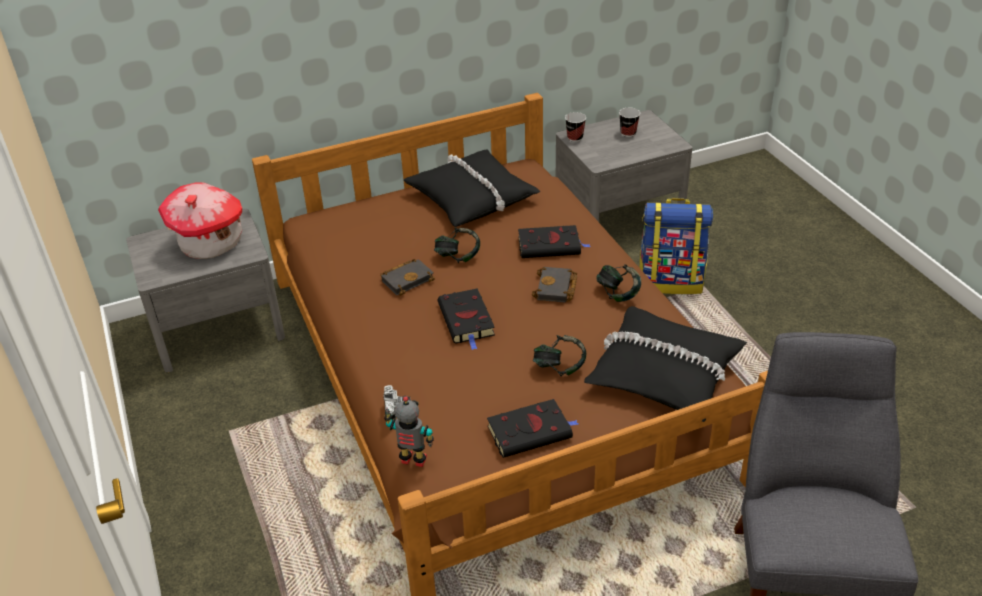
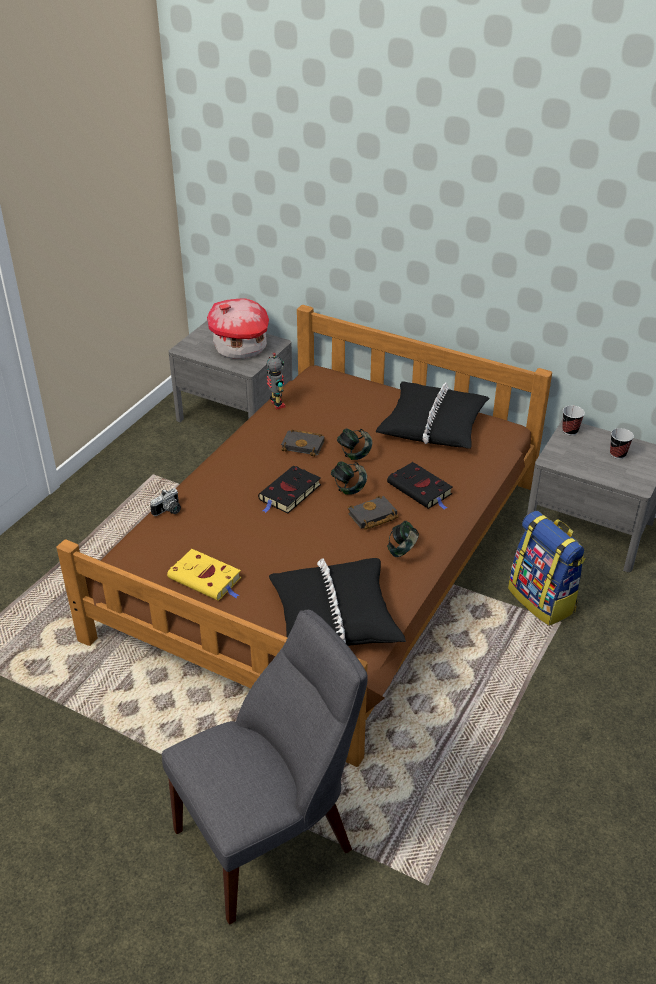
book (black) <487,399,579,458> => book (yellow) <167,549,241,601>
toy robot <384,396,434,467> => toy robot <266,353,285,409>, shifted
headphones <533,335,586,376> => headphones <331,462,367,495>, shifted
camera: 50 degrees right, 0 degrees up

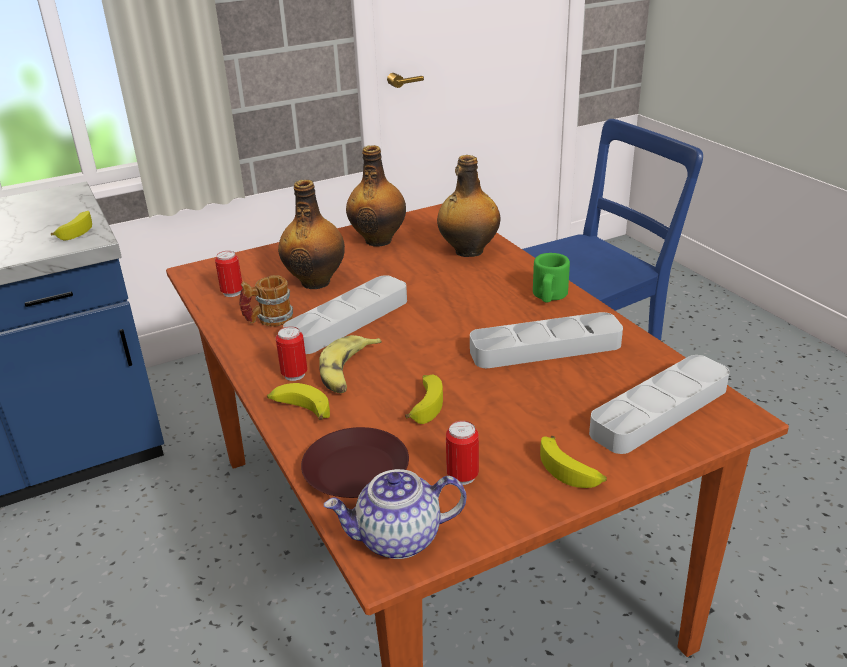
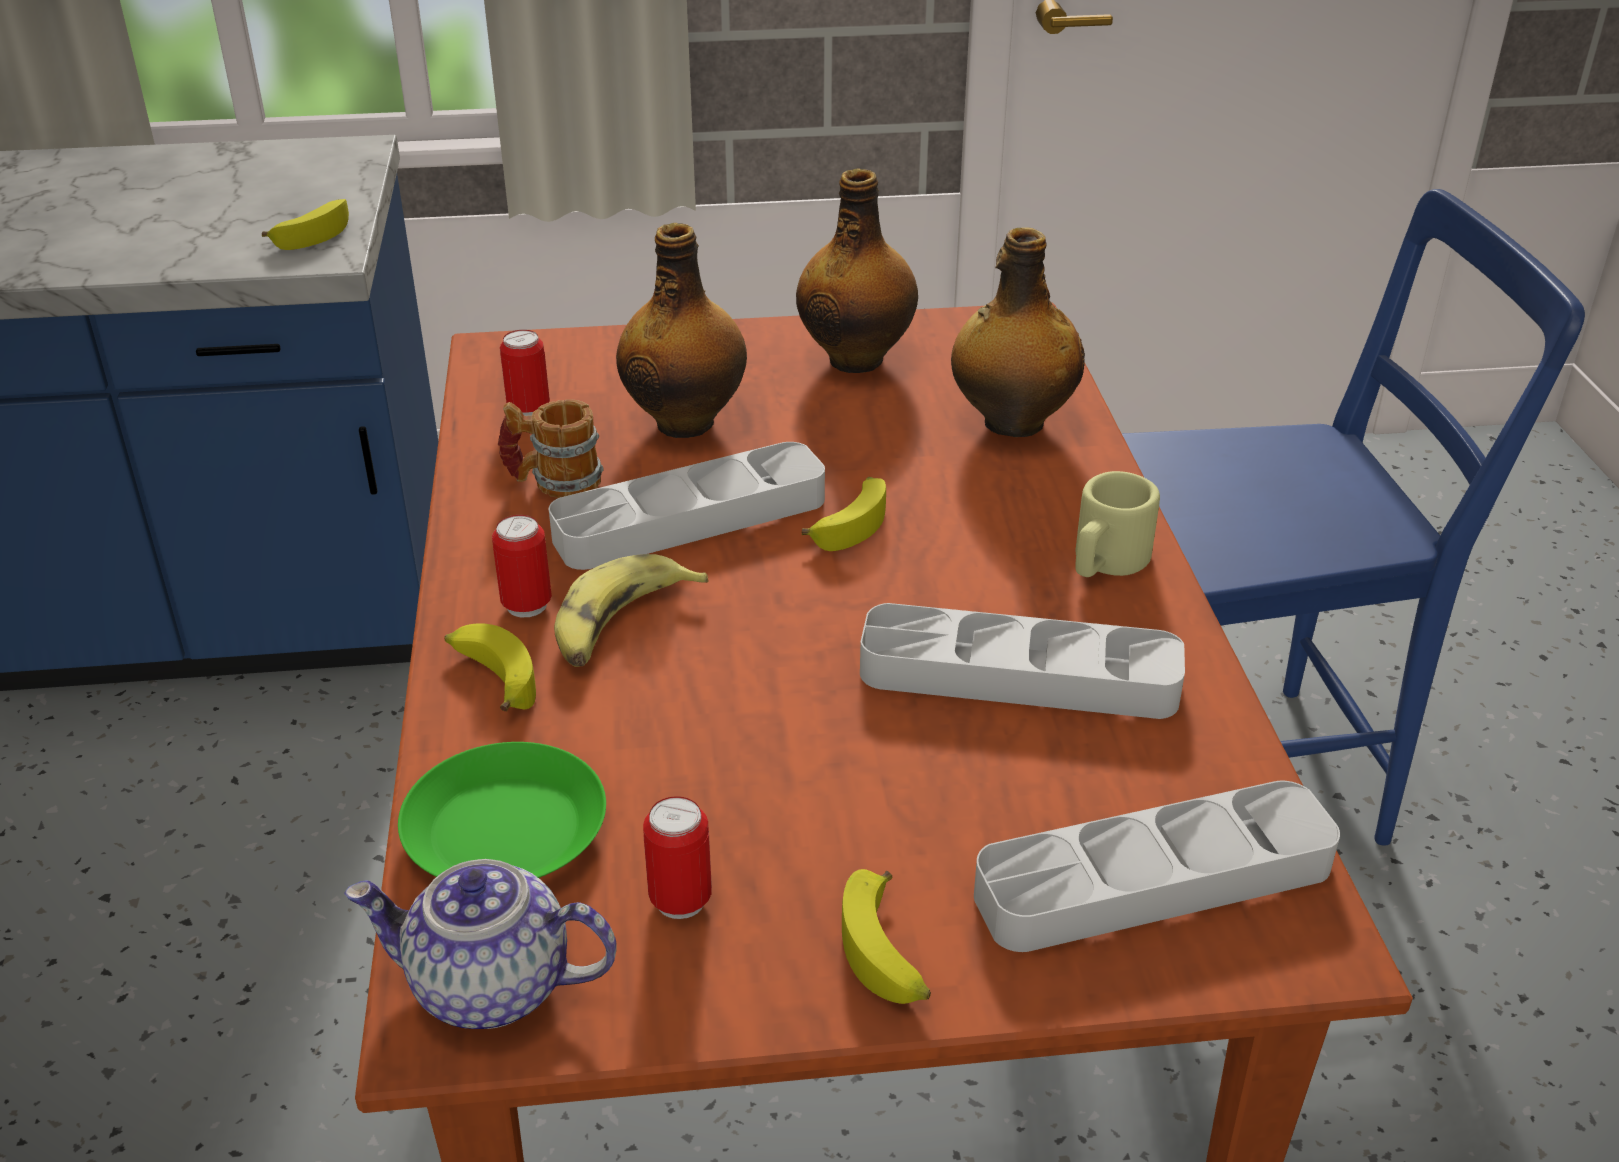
plate (brown) <301,427,409,498> => plate (green) <398,742,606,878>
banana <405,375,443,424> => banana <802,477,886,551>, shifted
mug (green) <533,253,570,302> => mug (beige) <1075,471,1160,577>
camera: 20 degrees right, 5 degrees up

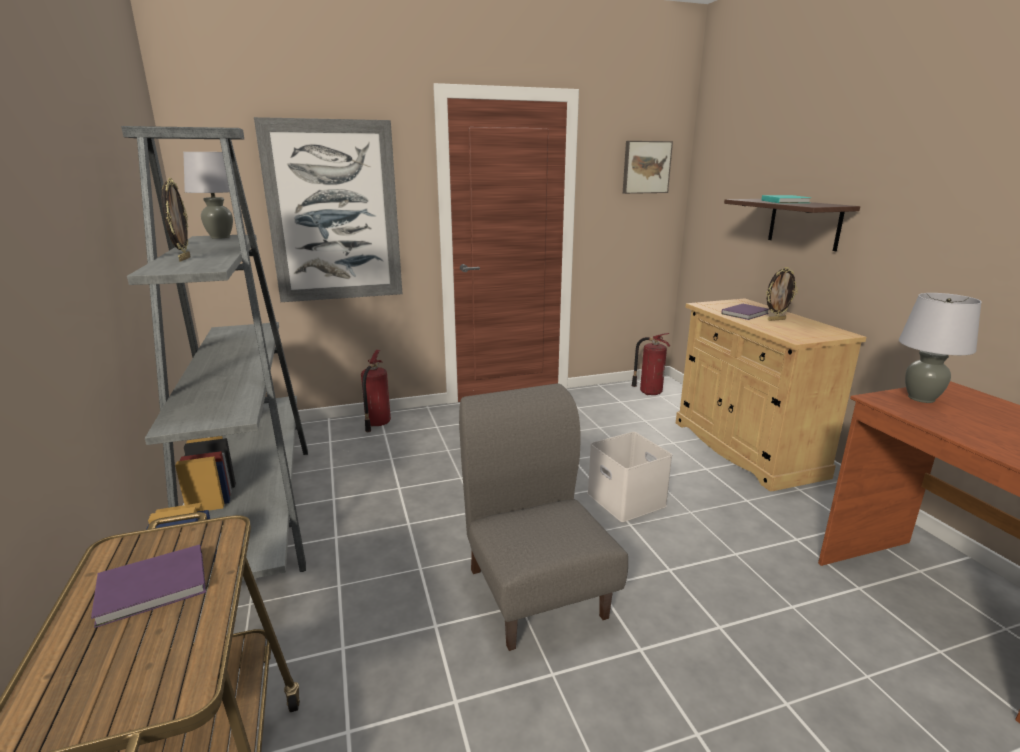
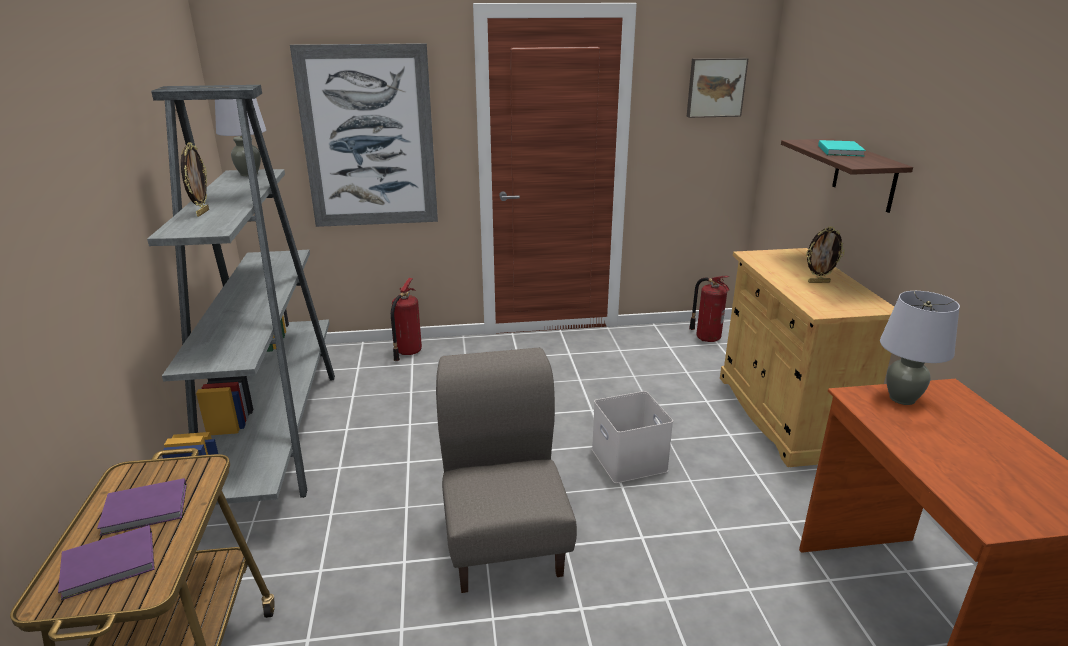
book (purple) <721,304,769,320> => book (purple) <58,525,155,600>, shifted
camera: 10 degrees right, 5 degrees up

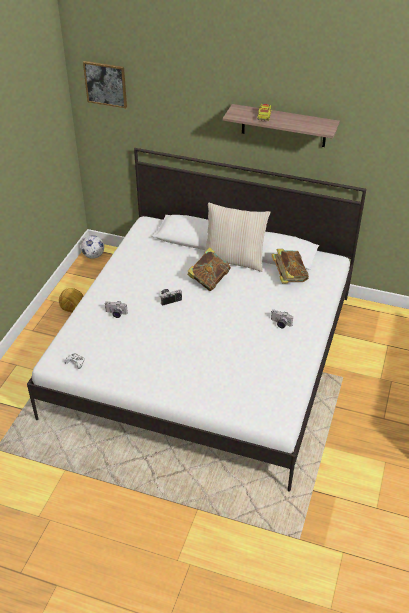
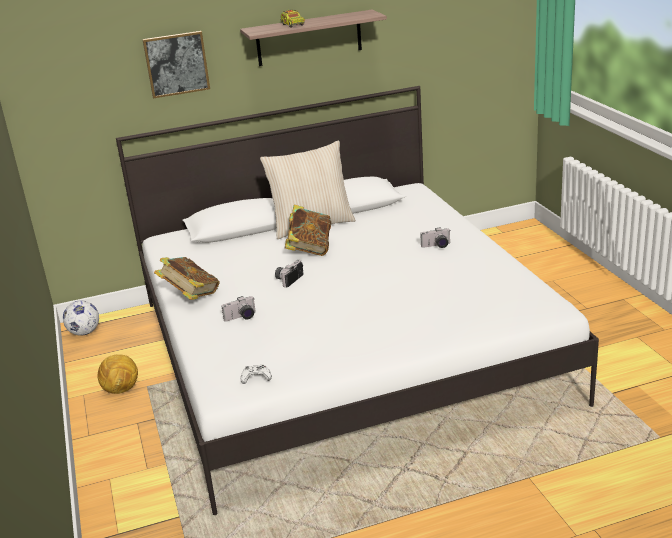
picture <83,61,127,108> => picture <142,31,210,99>, shifted
book <272,249,309,283> => book <154,257,220,300>, shifted
camera: 35 degrees left, 15 degrees down

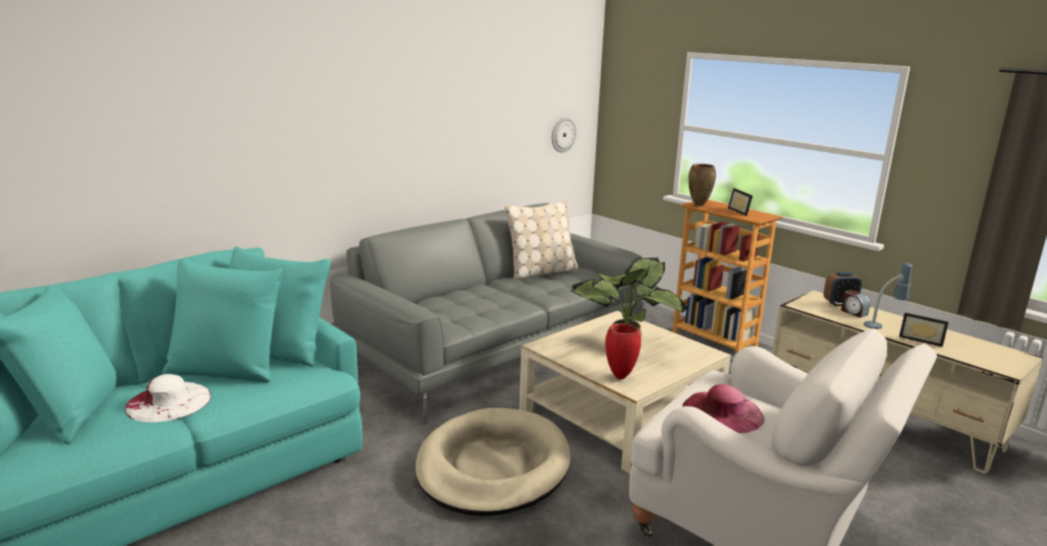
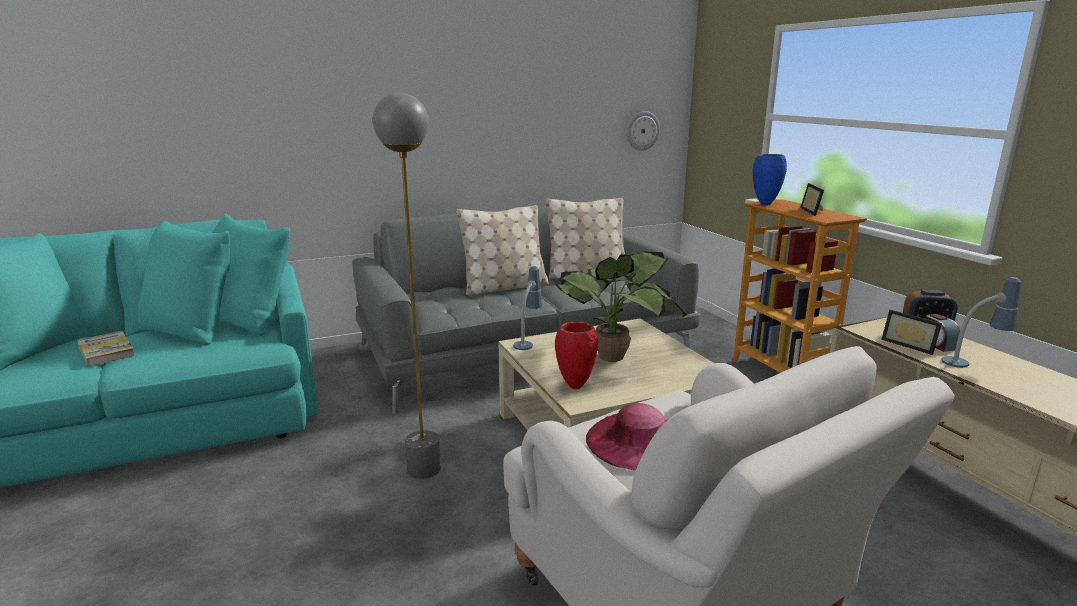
hat (white) <125,374,211,422> => book <77,331,135,366>
dog bed (beige) <415,408,571,516> => floor lamp (grey) <373,93,441,479>
nothing => pillow (beige) <456,205,549,296>
nothing => table lamp <513,266,542,350>
vase (brown) <688,164,716,206> => vase (blue) <752,154,787,205>
picture frame <899,313,949,347> => picture frame <881,310,942,355>, shifted
camera: 20 degrees right, 0 degrees up

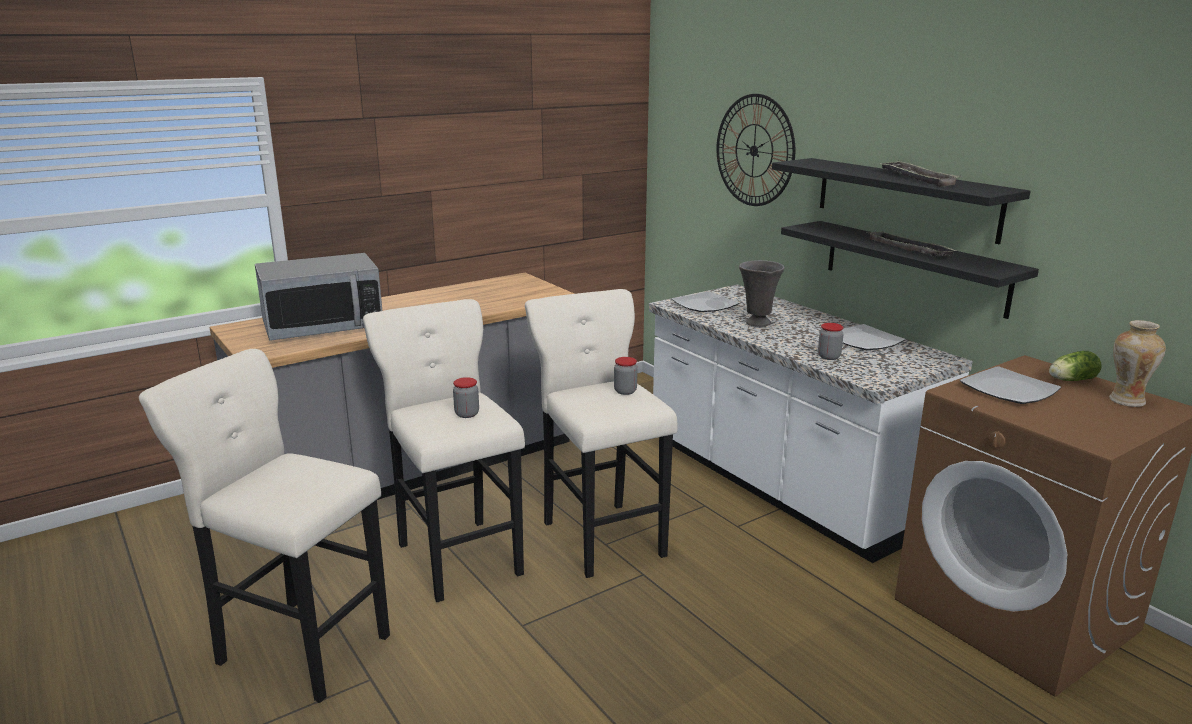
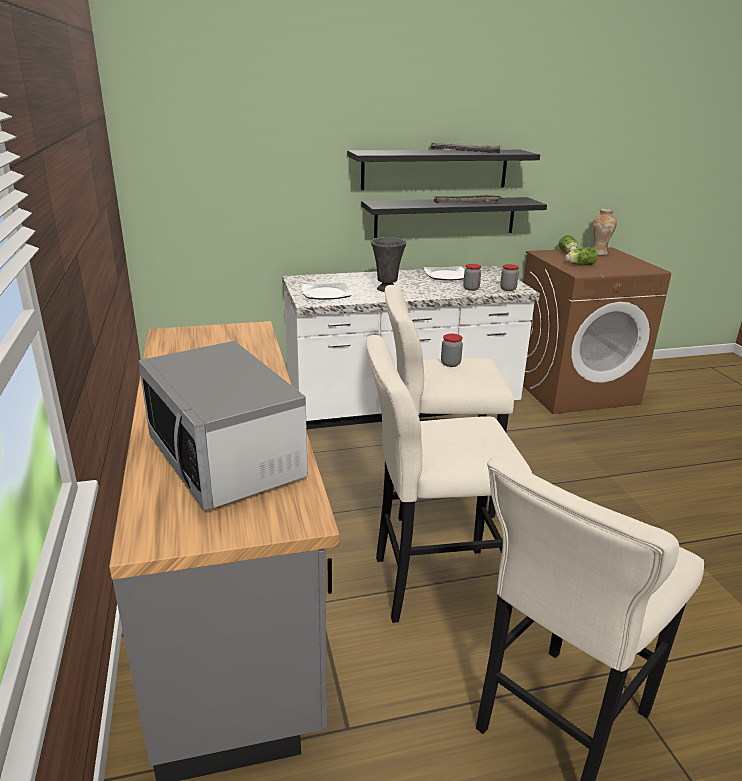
microwave <255,253,382,341> => microwave <138,341,308,511>, 150 degrees clockwise
jar <453,377,479,418> => jar <500,264,519,291>, shifted
plate <960,366,1061,404> => lettuce <566,247,598,265>
wall clock <716,94,795,206> => nothing
camera: 70 degrees left, 5 degrees up

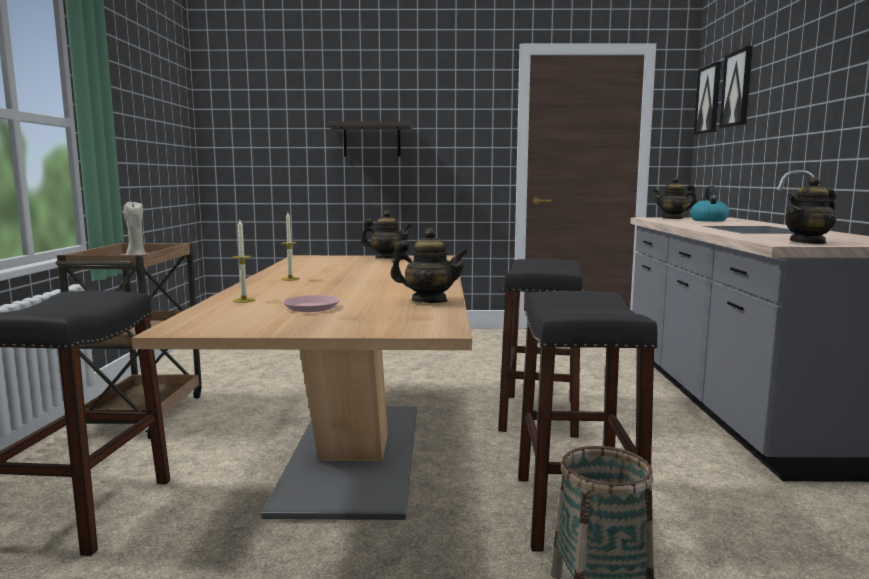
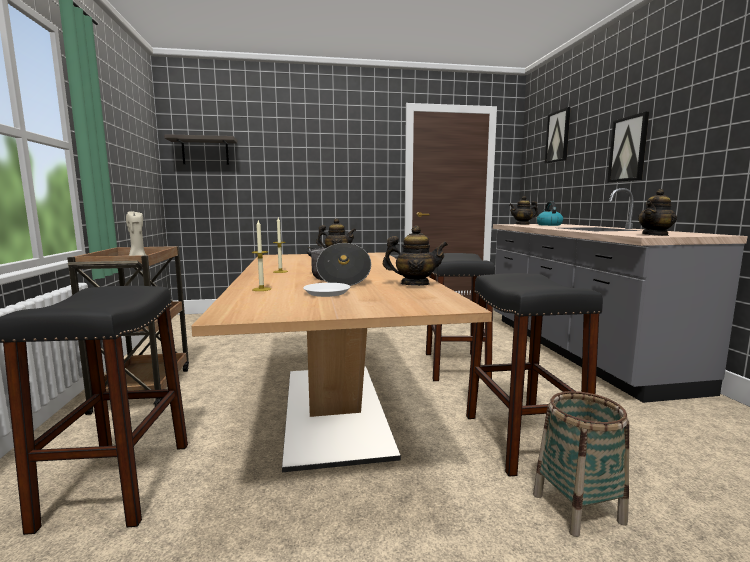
shelf <326,121,412,157> => shelf <164,134,237,165>, shifted
plate (pink) <283,295,340,312> => plate (white) <303,283,350,297>
nothing => cooking pot <306,243,371,286>
picture <694,61,721,135> => picture <607,112,649,183>, shifted
camera: 10 degrees left, 0 degrees up

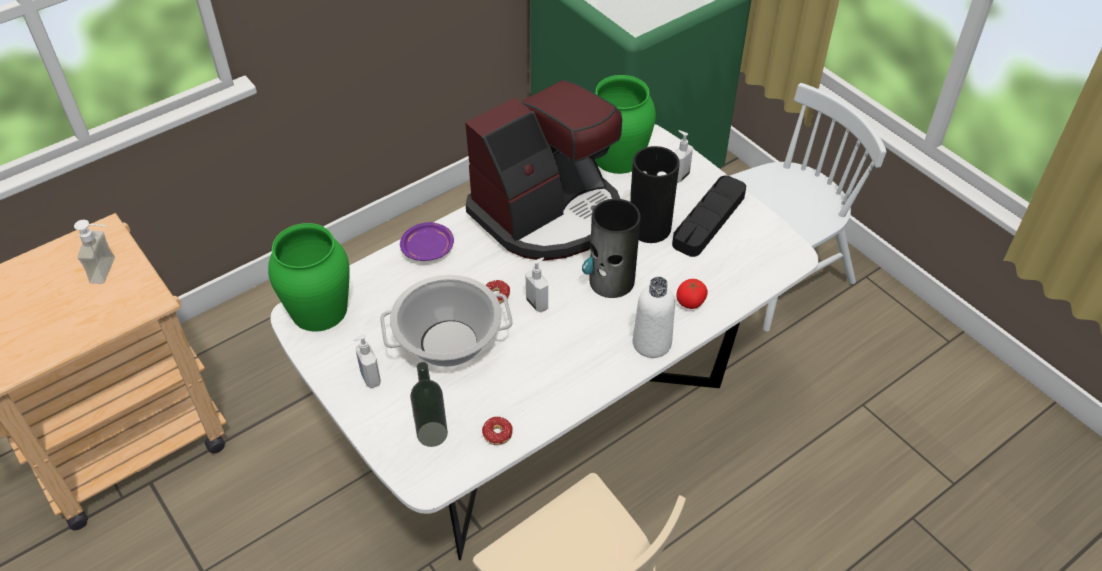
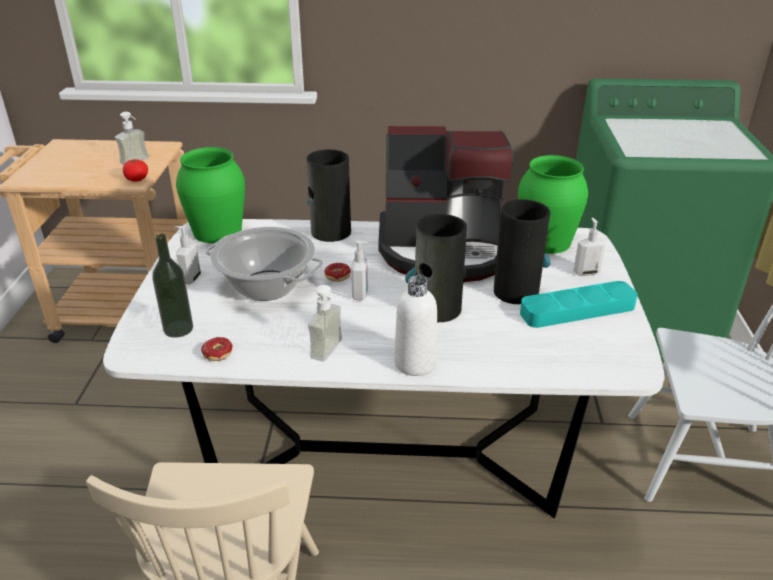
tomato <676,279,708,309> => tomato <123,159,148,182>, shifted
plate (purple) <400,222,454,261> => vase <306,149,351,242>
nothing => soap dispenser <308,285,347,362>
tray (black) <672,175,746,257> => tray (turquoise) <520,281,638,328>
camera: 40 degrees right, 15 degrees down

